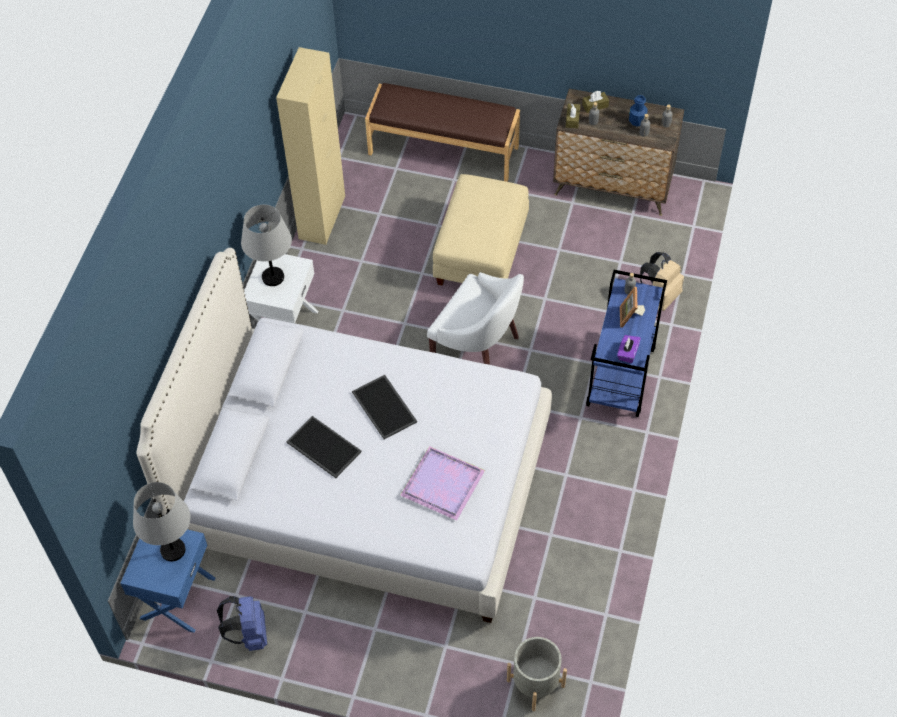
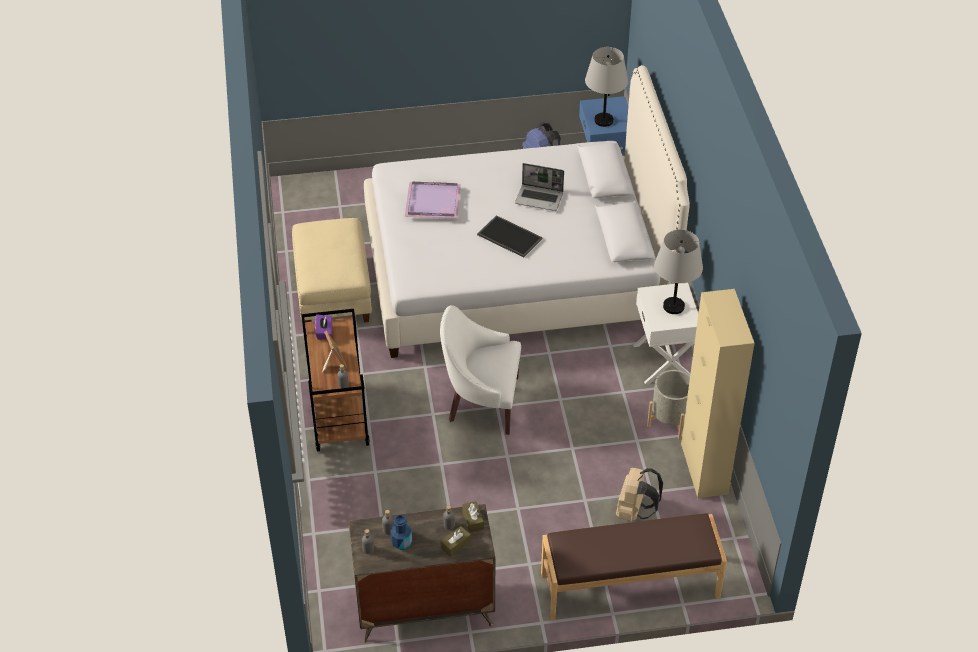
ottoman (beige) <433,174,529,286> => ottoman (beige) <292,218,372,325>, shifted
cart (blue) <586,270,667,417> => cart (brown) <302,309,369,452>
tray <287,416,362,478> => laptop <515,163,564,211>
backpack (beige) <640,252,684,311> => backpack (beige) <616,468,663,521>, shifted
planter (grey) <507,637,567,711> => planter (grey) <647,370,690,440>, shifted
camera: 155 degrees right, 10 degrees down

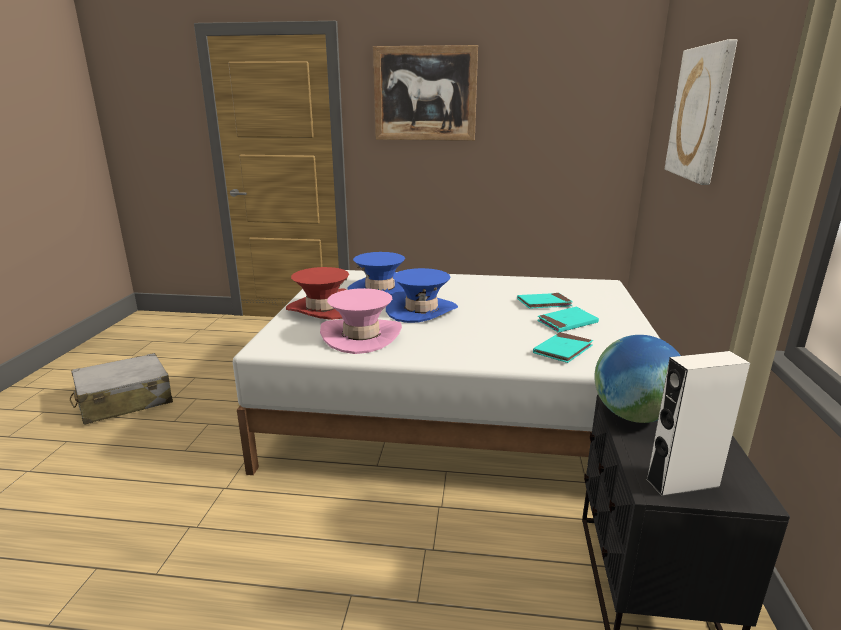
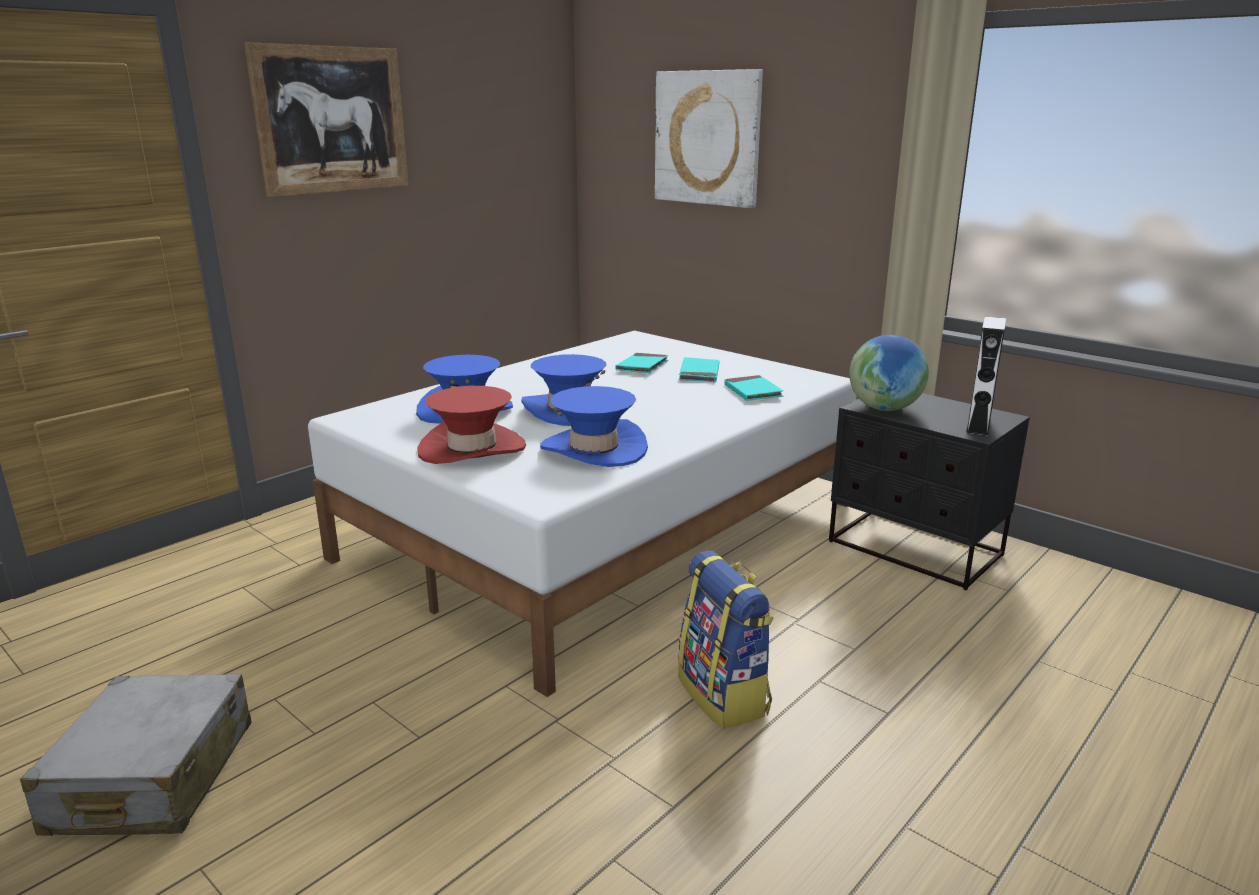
hat (pink) <320,288,402,354> => hat (blue) <540,386,648,467>
nothing => backpack <678,551,774,729>
camera: 55 degrees left, 0 degrees up

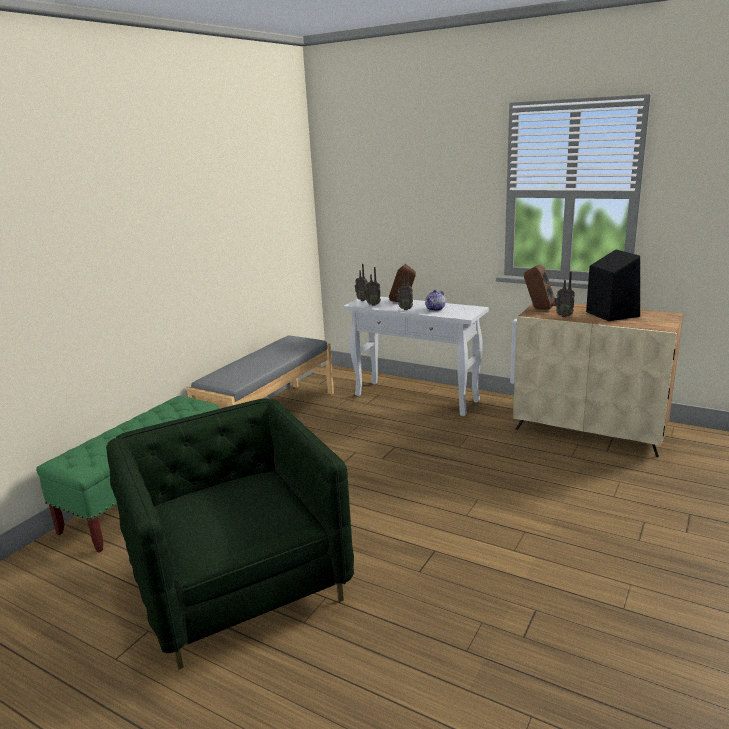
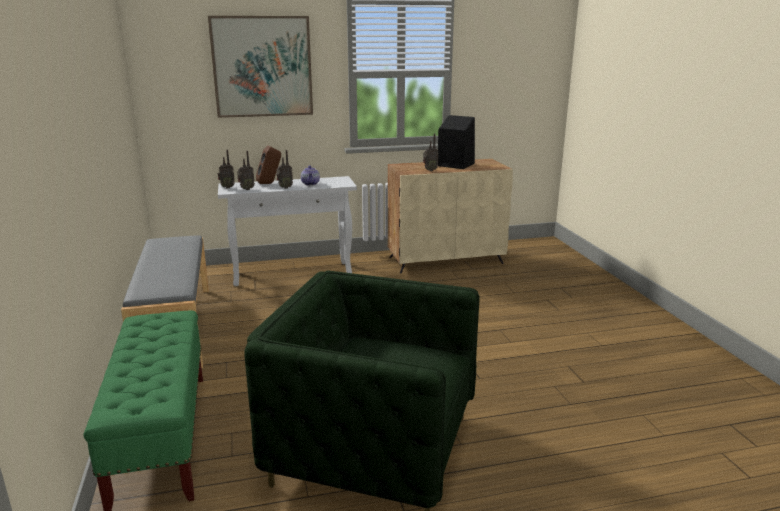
nothing => picture <208,16,313,118>
speaker (brown) <524,265,555,309> => nothing
camera: 45 degrees left, 0 degrees up

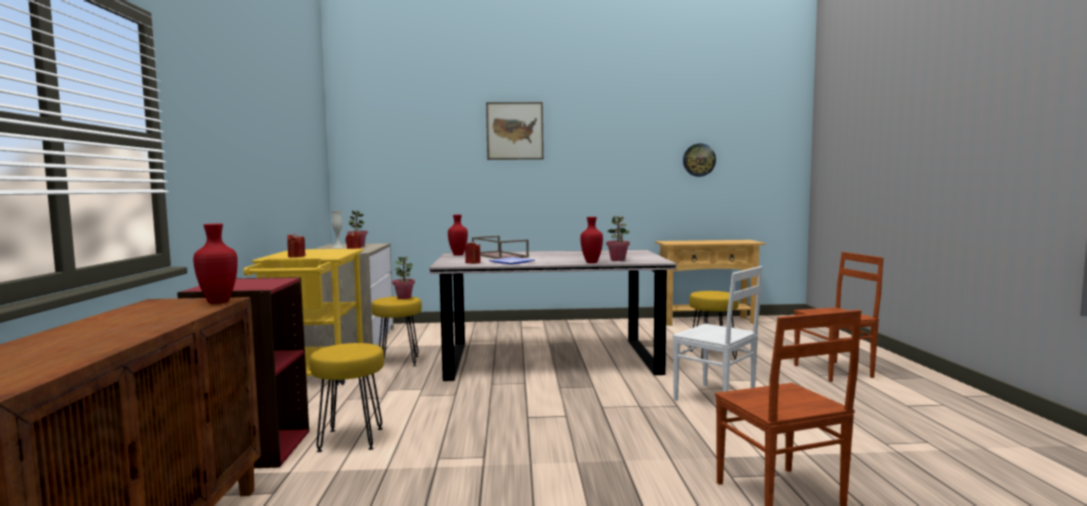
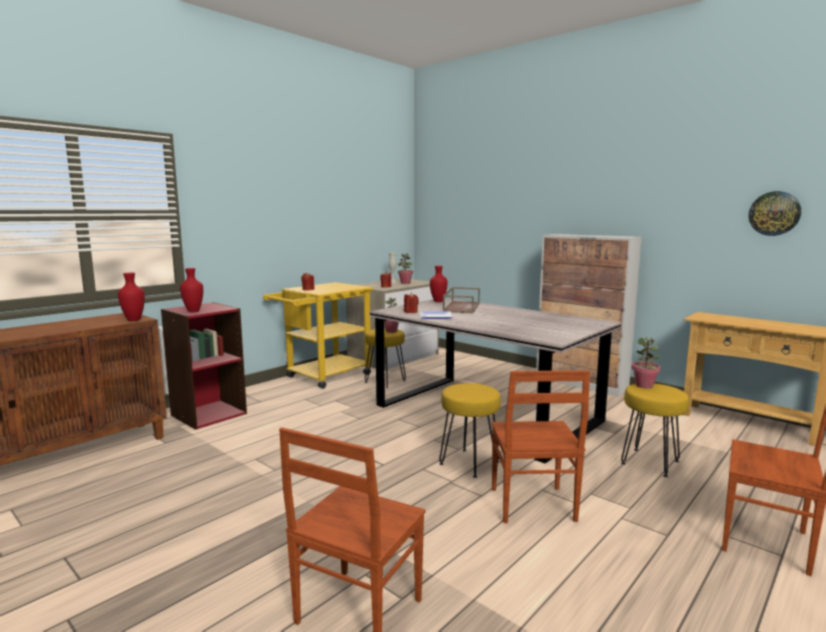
vase (red) <580,217,603,263> => vase (red) <180,268,203,312>, shifted
stool (yellow) <310,343,384,452> => stool (yellow) <439,383,501,478>, shifted
chair (white) <672,266,763,413> => chair (brown) <492,370,590,523>
nothing => cabinet <536,234,642,397>
potted plant <606,216,630,261> => potted plant <632,337,661,389>, shifted
picture <486,102,544,160> => nothing
camera: 45 degrees right, 5 degrees up

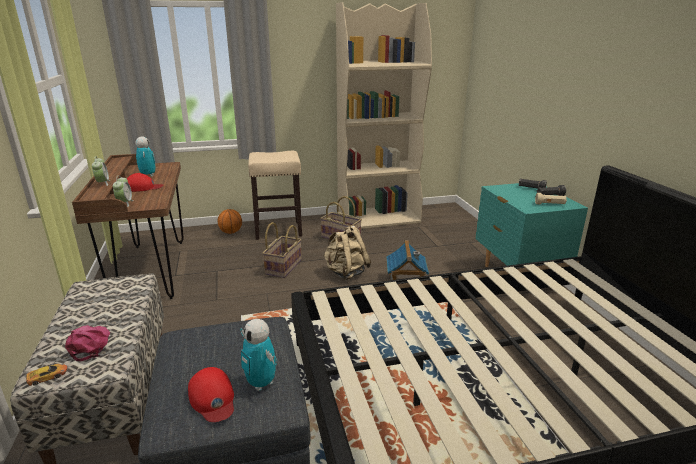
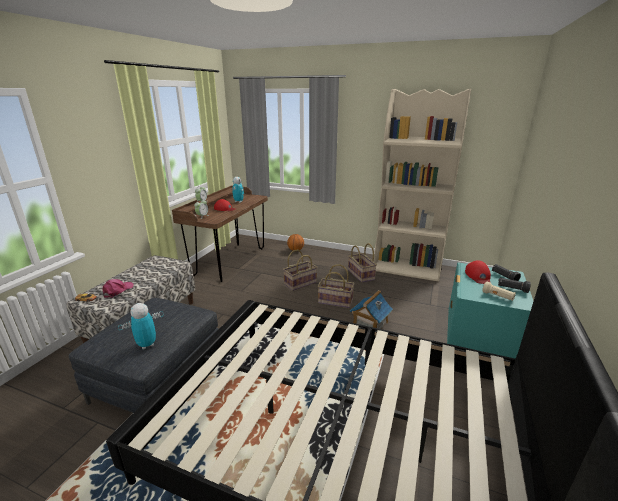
toy robot <240,319,277,391> => toy robot <118,303,164,350>, 60 degrees clockwise
backpack (beige) <324,226,371,280> => basket <318,264,355,308>
cap (red) <188,367,234,422> => cap (red) <465,260,491,284>, shifted
stool (beige) <248,151,302,240> => nothing
camera: 35 degrees right, 0 degrees up

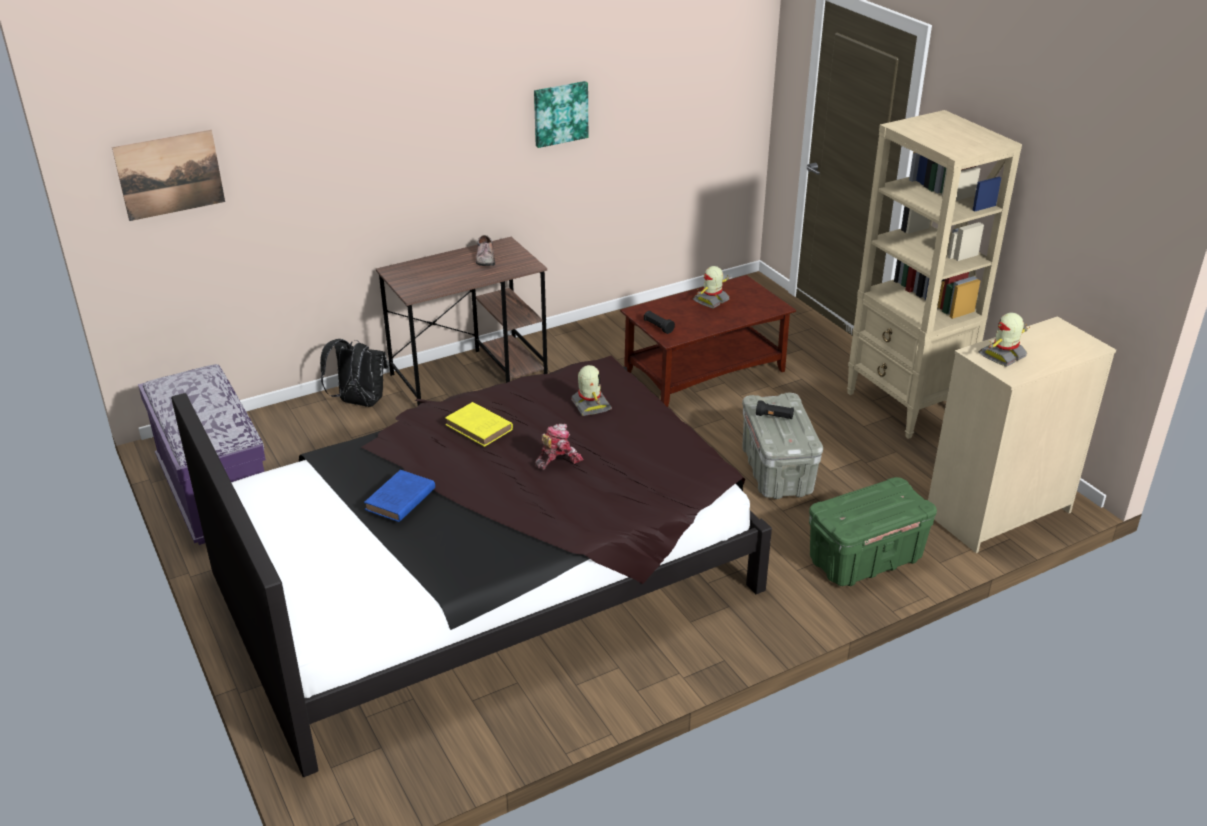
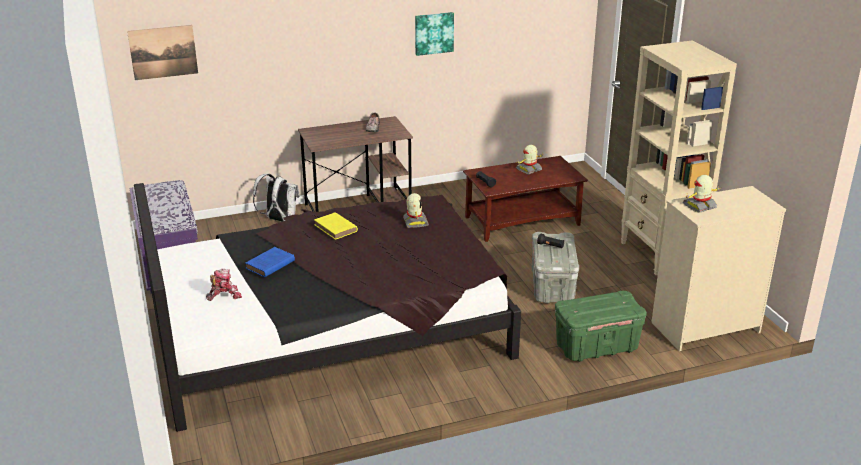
toy robot <535,424,583,470> => toy robot <206,269,242,301>, shifted
backpack (black) <320,339,388,407> => backpack (white) <253,174,300,222>
camera: 10 degrees right, 5 degrees down

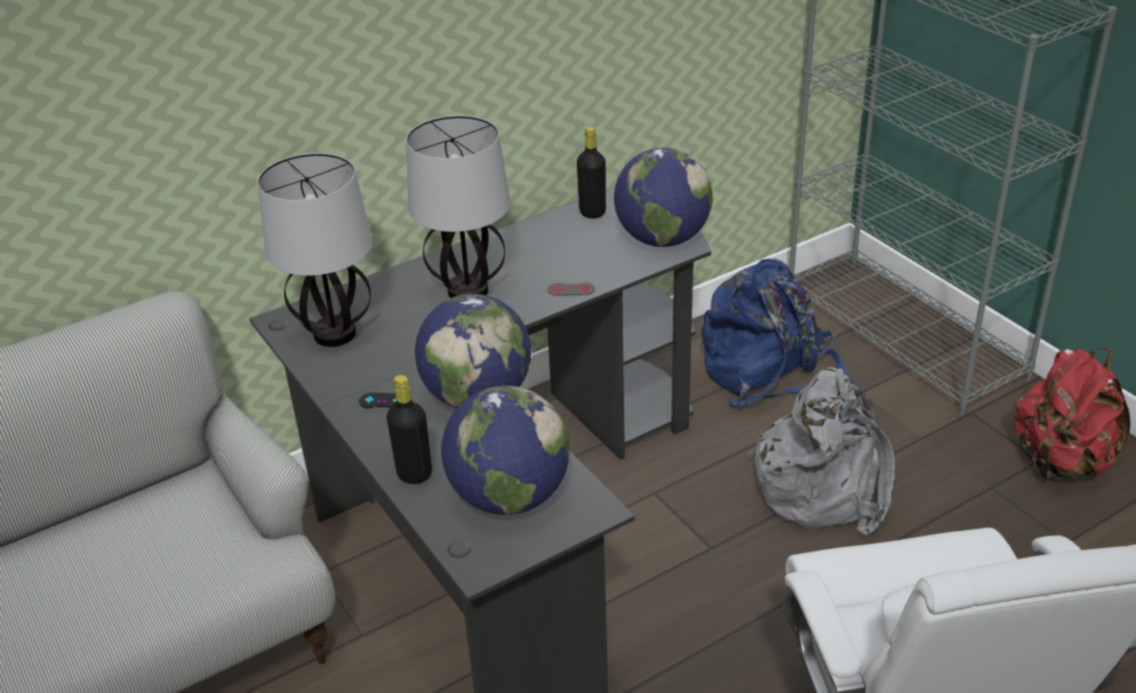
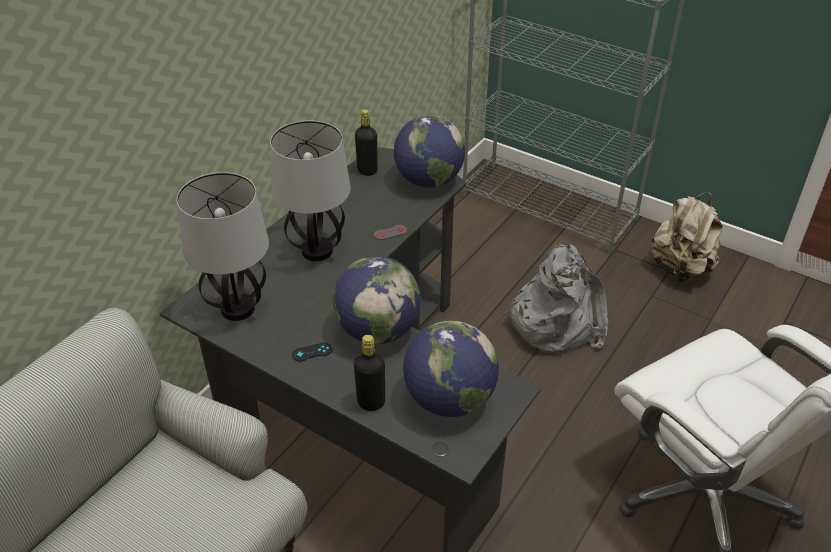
backpack (red) <1014,348,1131,480> => backpack (beige) <651,193,723,283>
backpack (blue) <701,259,849,407> => nothing
camera: 25 degrees left, 5 degrees up

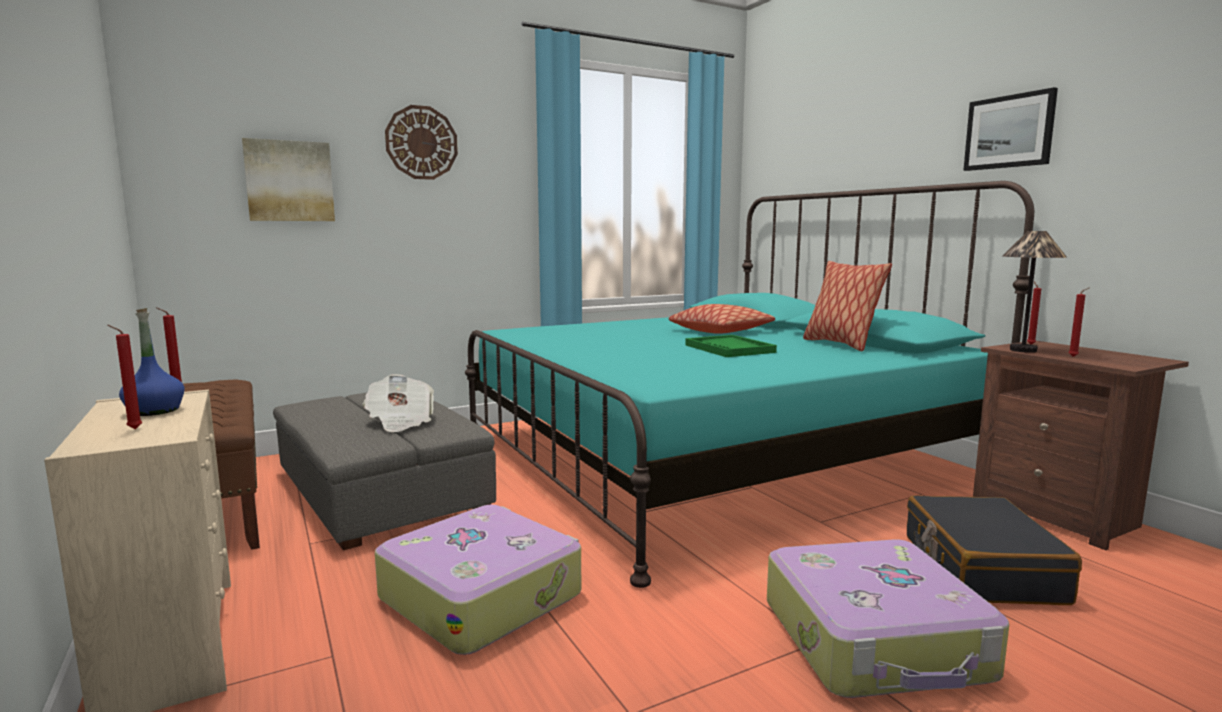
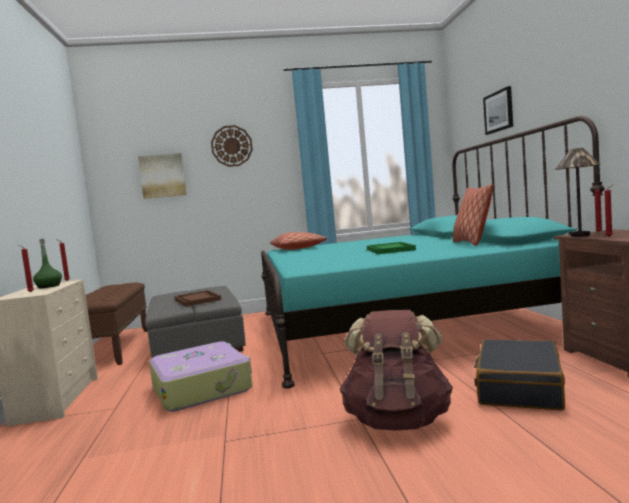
bottle (blue) <119,308,185,416> => bottle (green) <33,239,62,288>
newspaper <363,374,434,432> => tray (brown) <175,290,221,307>
pillow <669,304,775,334> => pillow <270,232,327,250>, shifted
suitcase <767,539,1009,698> => backpack (brown) <340,310,453,431>
picture <963,87,1058,171> => picture <483,86,513,135>, shifted
camera: 20 degrees right, 5 degrees down

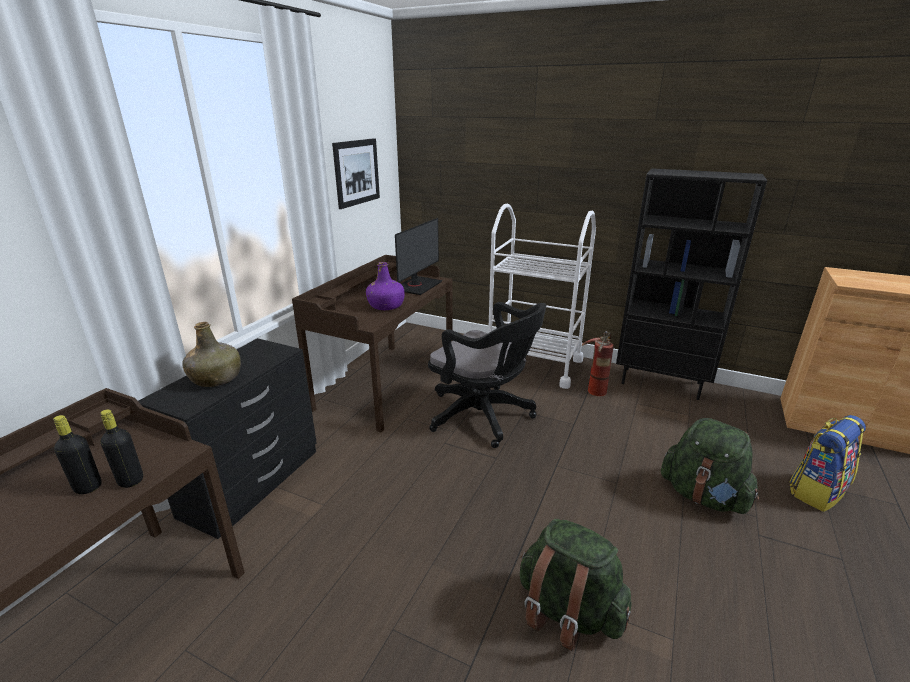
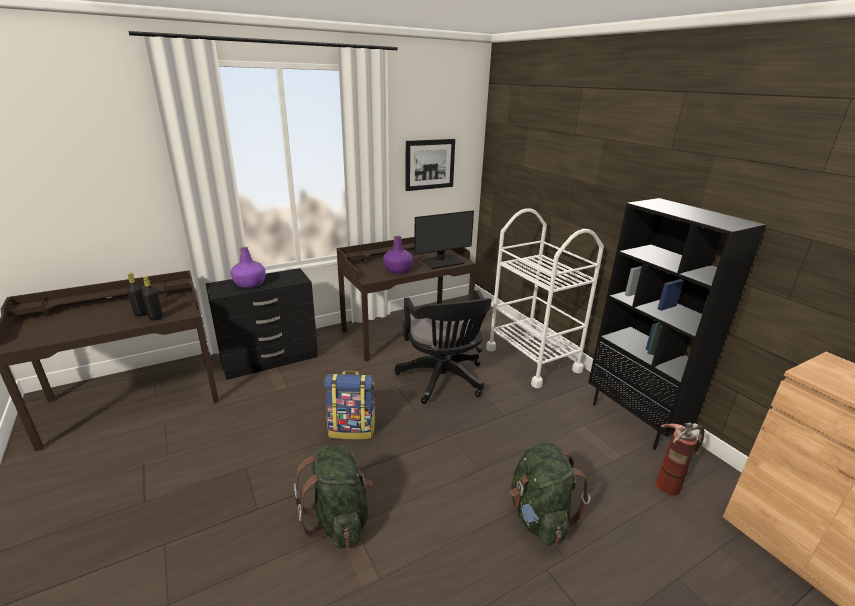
bottle (green) <182,322,241,387> => bottle (purple) <231,247,266,288>
backpack <789,415,866,512> => backpack <324,371,376,440>, shifted
fire extinguisher <582,331,614,396> => fire extinguisher <656,423,705,496>, shifted
camera: 35 degrees right, 0 degrees up

